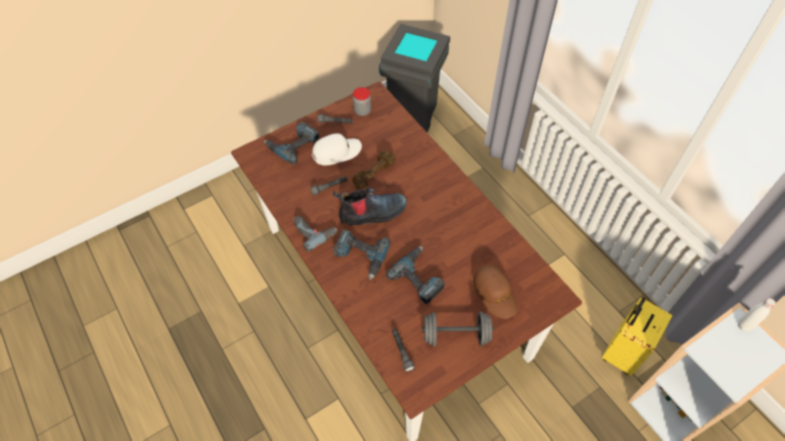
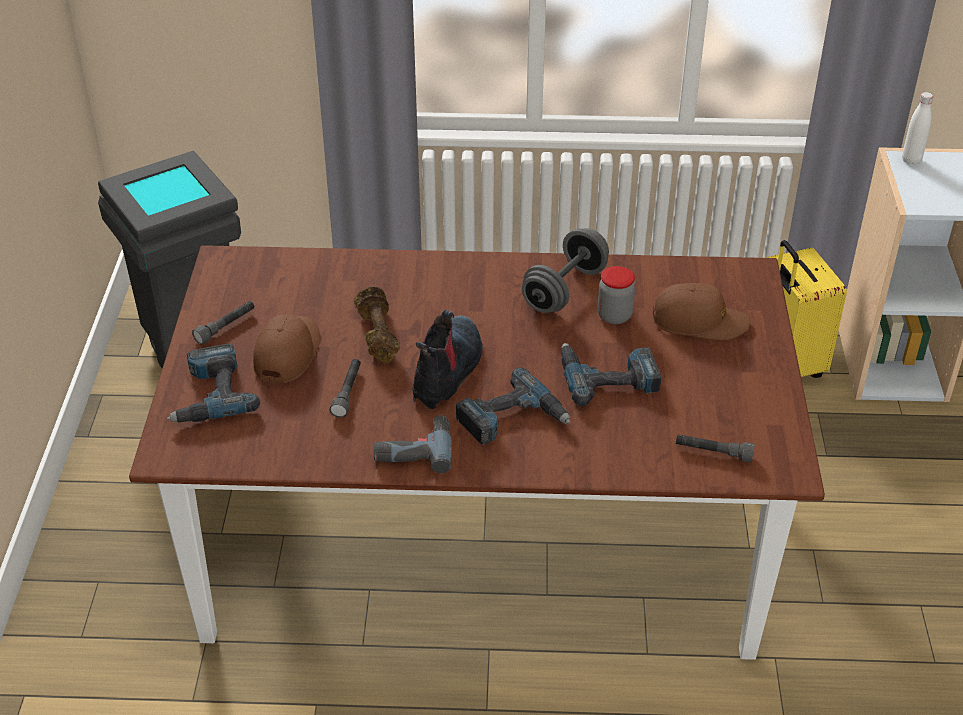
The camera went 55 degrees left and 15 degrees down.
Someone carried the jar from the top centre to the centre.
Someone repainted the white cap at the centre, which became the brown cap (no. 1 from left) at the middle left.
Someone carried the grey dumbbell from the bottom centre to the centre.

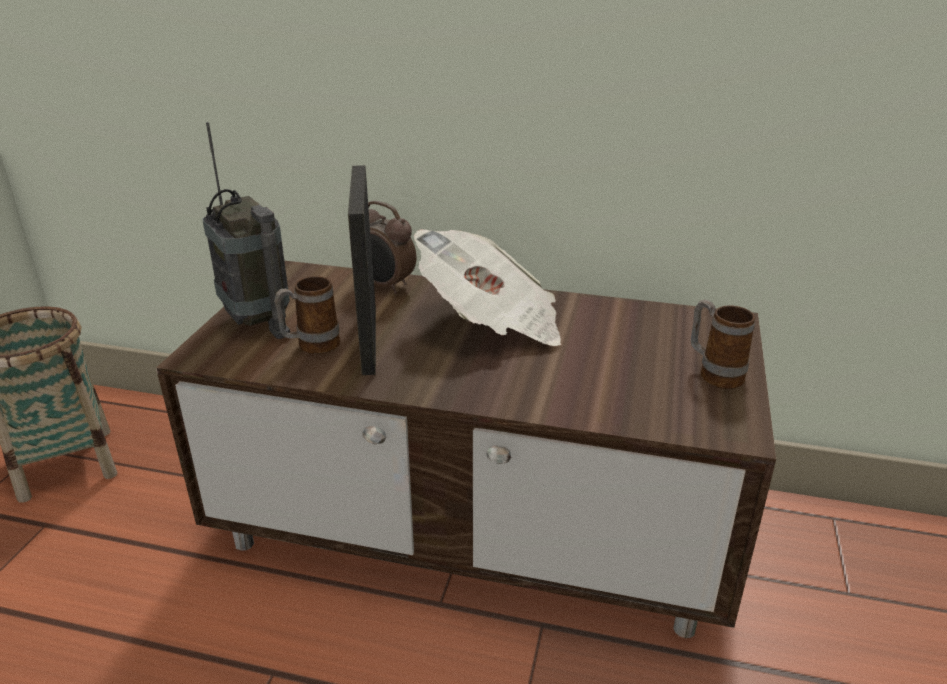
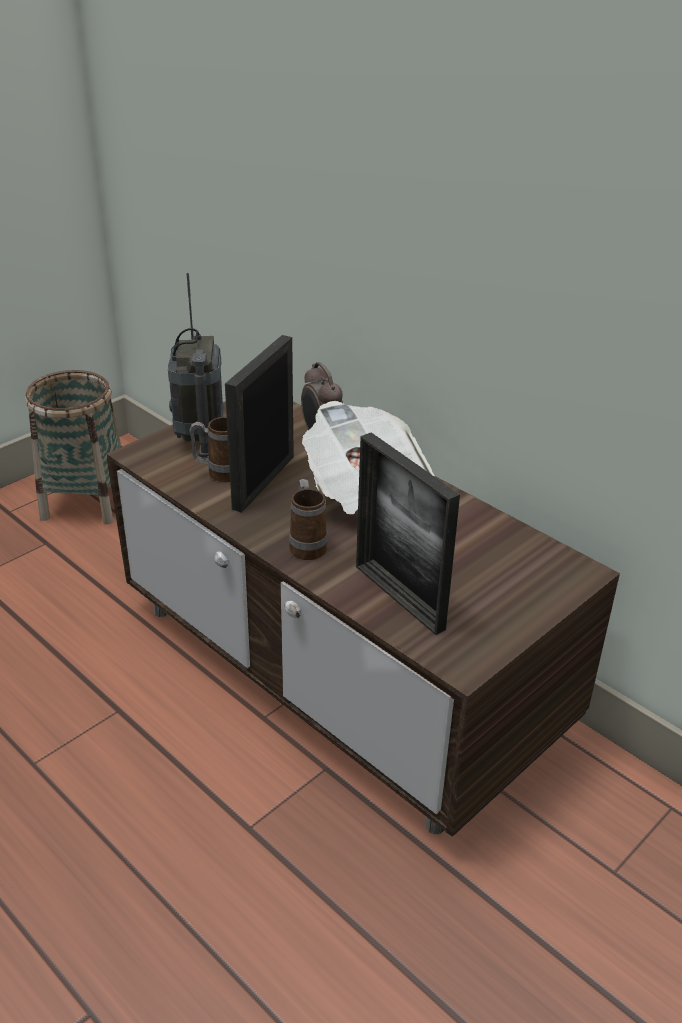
The camera went 30 degrees right and 5 degrees up.
Someone carried the mug (no. 2 from left) from the middle right to the centre.
Someone put down the picture frame (no. 2 from left) at the centre.

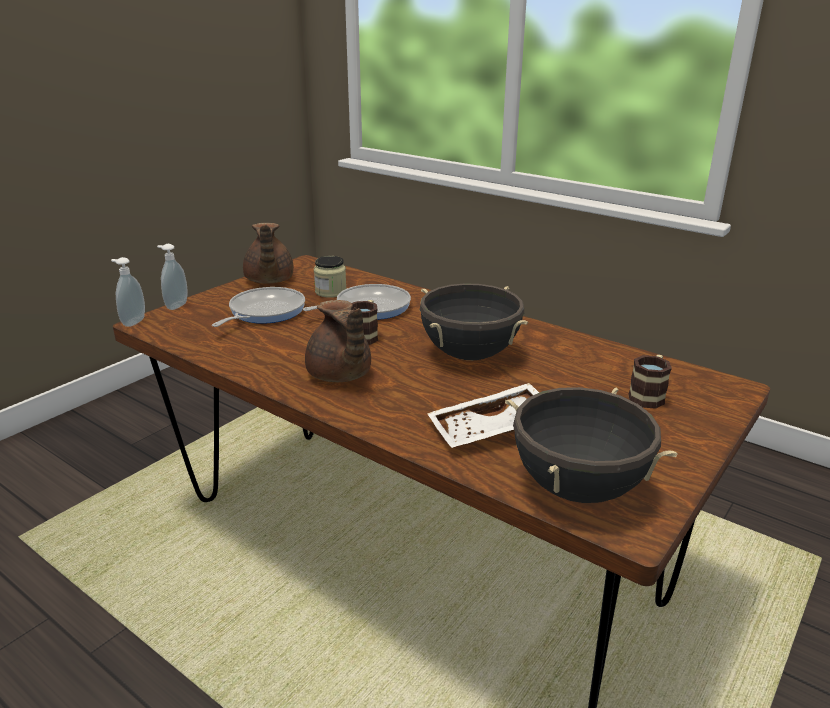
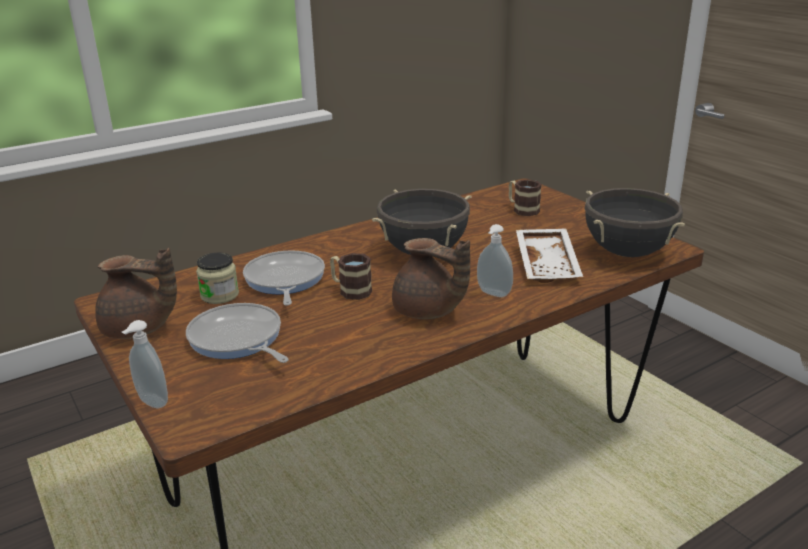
The camera went 70 degrees left and 0 degrees up.
Someone carried the soap dispenser (no. 1 from left in the first image) from the middle left to the centre.
Someone rotated the brown teapot (no. 2 from left) at the centre by 45 degrees clockwise.

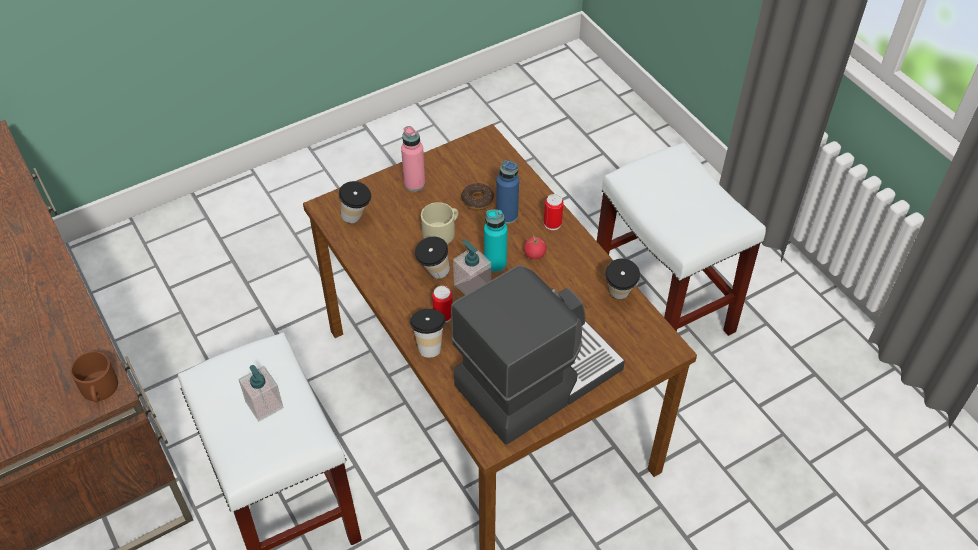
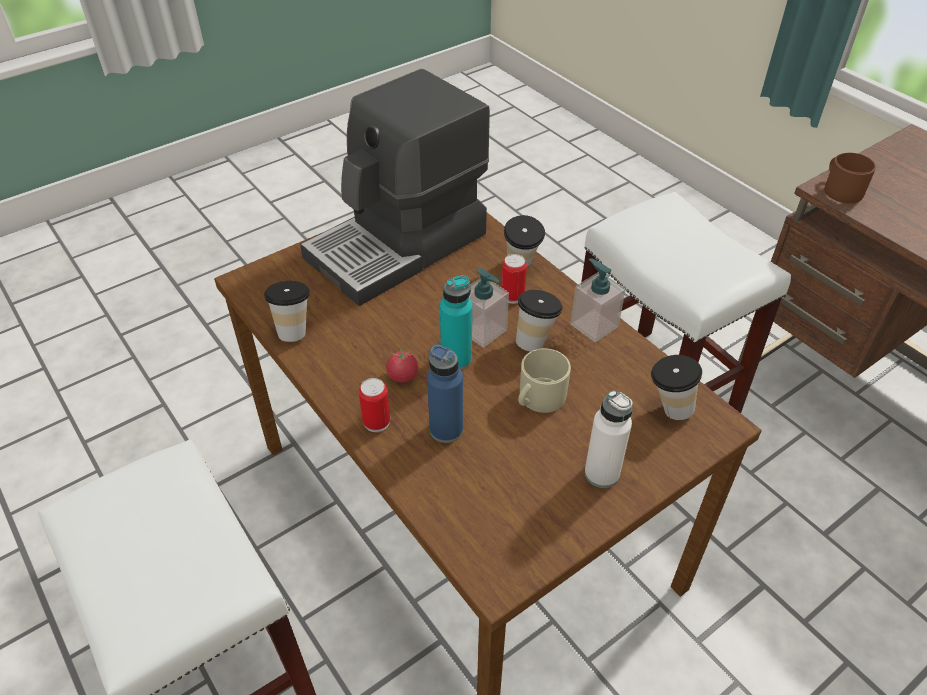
The camera went 175 degrees right and 5 degrees down.
Someone repainted the pink bottle at the top centre, which became the white bottle at the centre.
Someone took away the donut at the centre.
Someone carried the soap dispenser (no. 1 from left in the first image) from the bottom left to the centre.

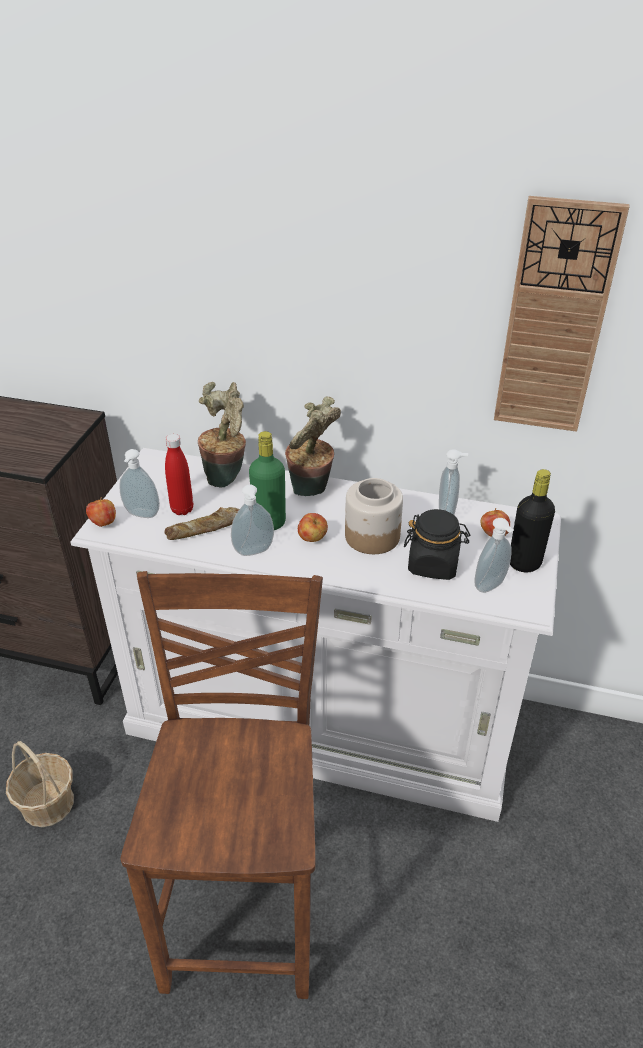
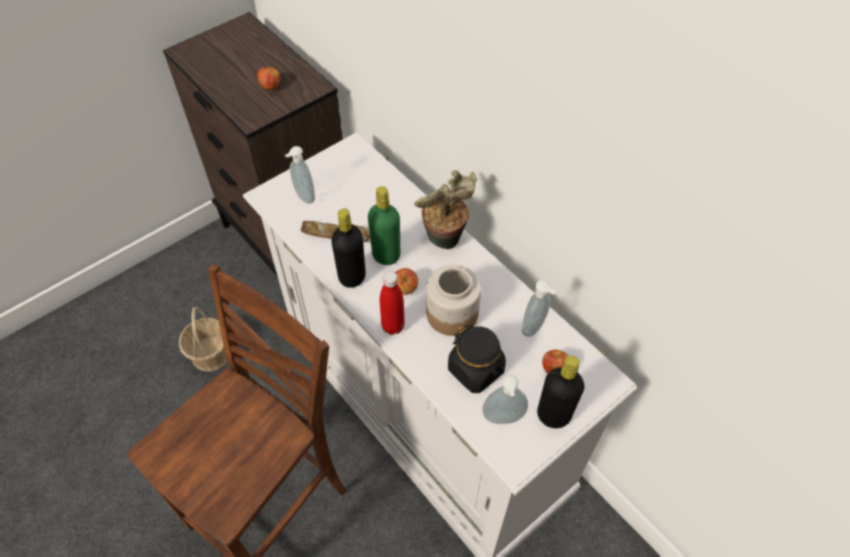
The camera went 35 degrees right and 15 degrees up.
Someone took away the wall clock at the top right.
Someone took away the potted plant (no. 1 from left) at the centre.
Someone carried the red bottle from the middle left to the centre.
Someone swapped the soap dispenser (no. 2 from left) at the centre for the black bottle (no. 1 from left) at the centre.
Someone carried the apple (no. 1 from left) from the middle left to the top left.

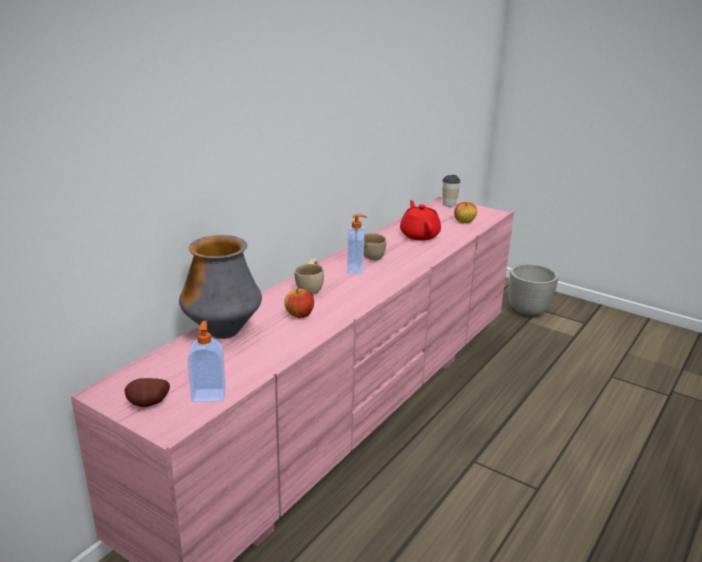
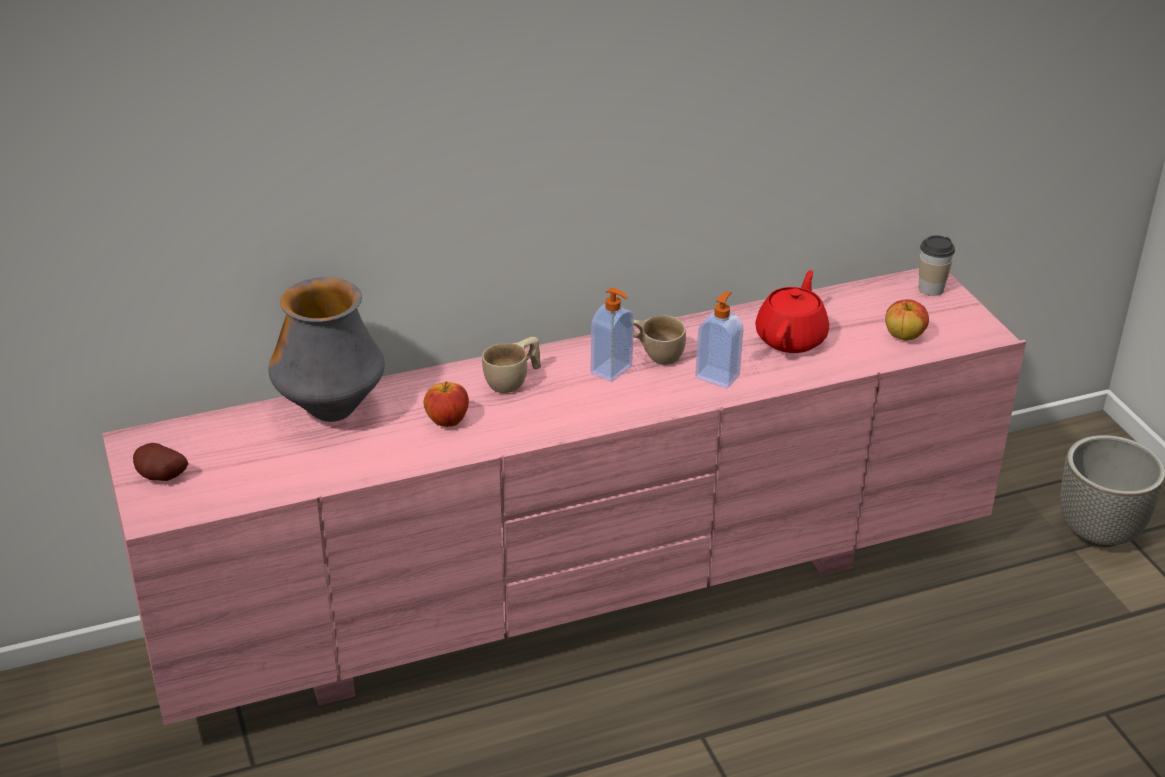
The camera went 35 degrees right and 10 degrees up.
Someone carried the soap dispenser (no. 1 from left in the first image) from the middle left to the centre.

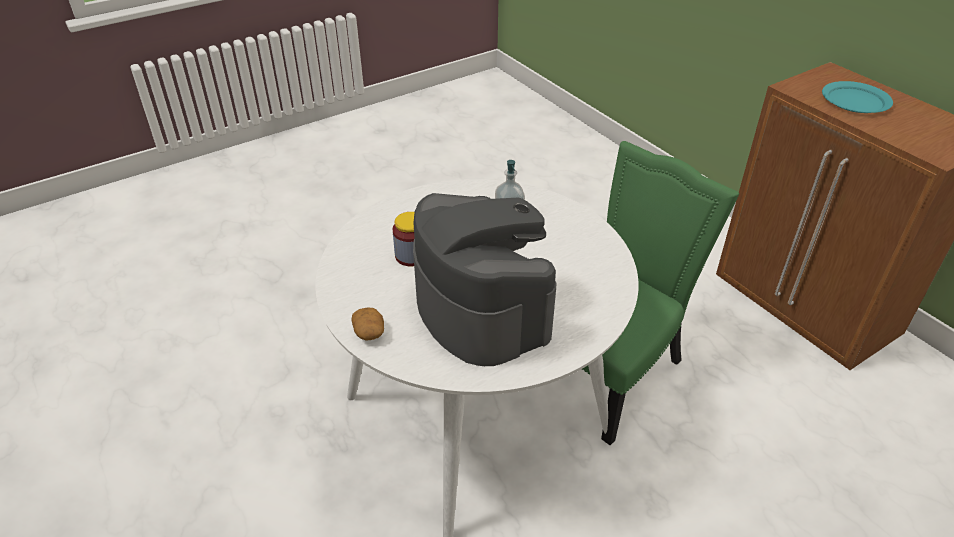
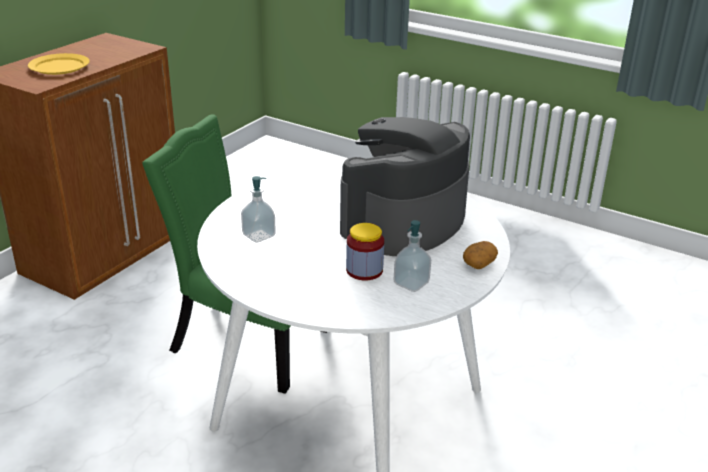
The camera went 115 degrees left and 10 degrees down.
Someone repainted the turquoise plate at the top right, which became the yellow plate at the top left.
Someone put down the soap dispenser (no. 2 from left) at the centre.

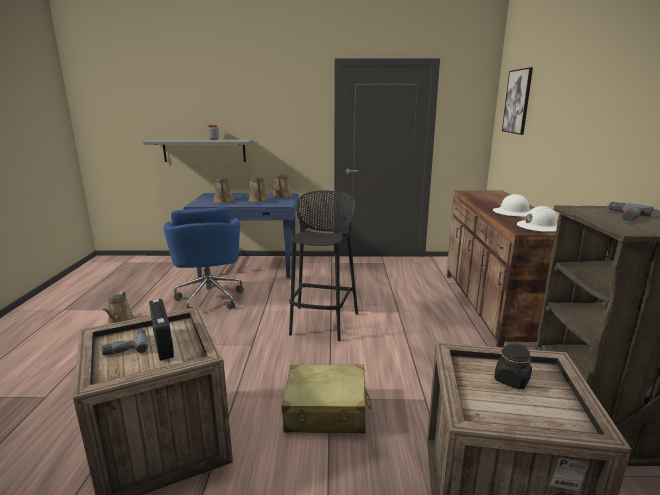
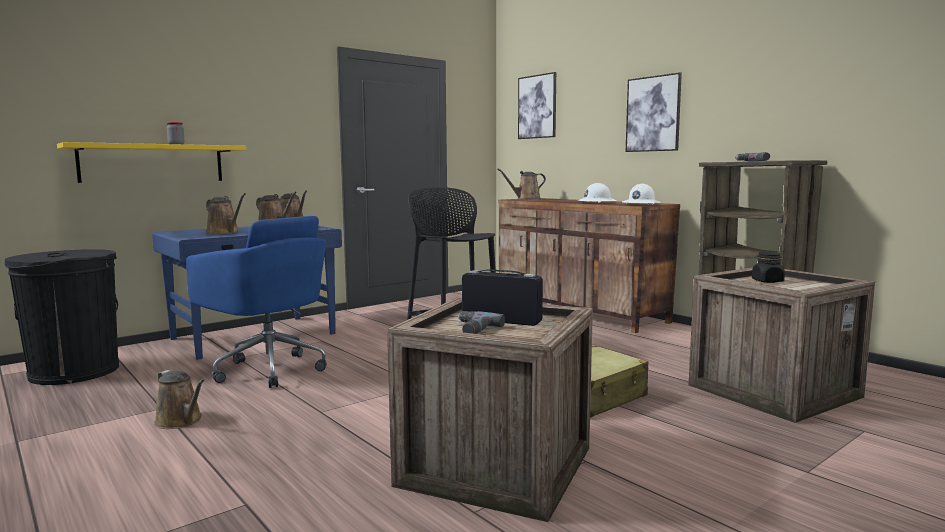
The camera went 40 degrees left and 10 degrees down.
Someone repainted the grey shelf at the top left, which became the yellow shelf at the top left.
Someone put up the picture (no. 2 from left) at the top right.
Someone put down the brown watering can (no. 5 from left) at the centre.
Someone put down the black trash can at the middle left.

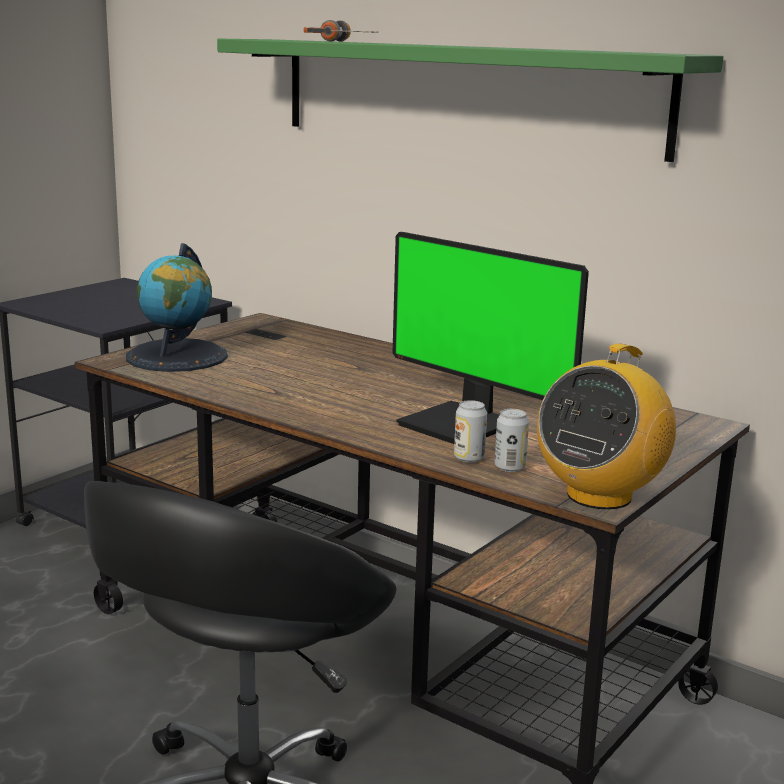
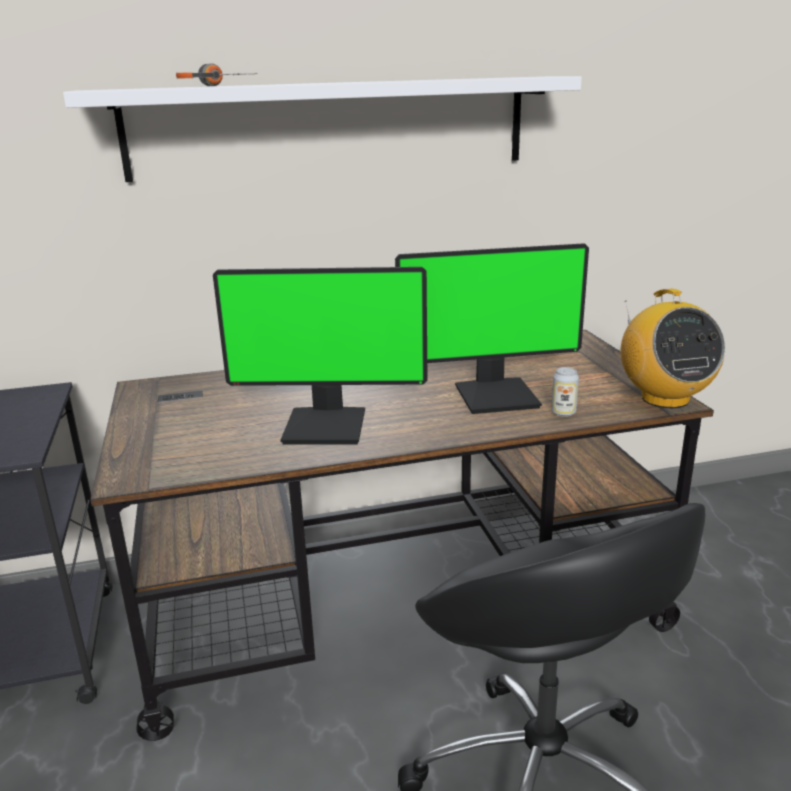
The camera went 50 degrees left and 5 degrees up.
Someone repainted the green shelf at the top centre, which became the white shelf at the top centre.
Someone took away the globe at the middle left.
Someone took away the can (no. 2 from left) at the centre.
Someone put down the monitor (no. 1 from left) at the centre.

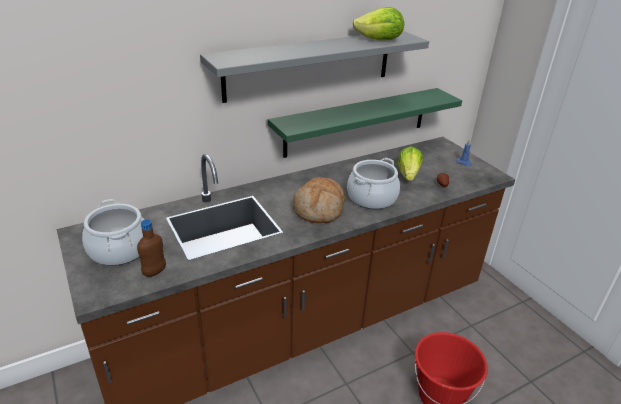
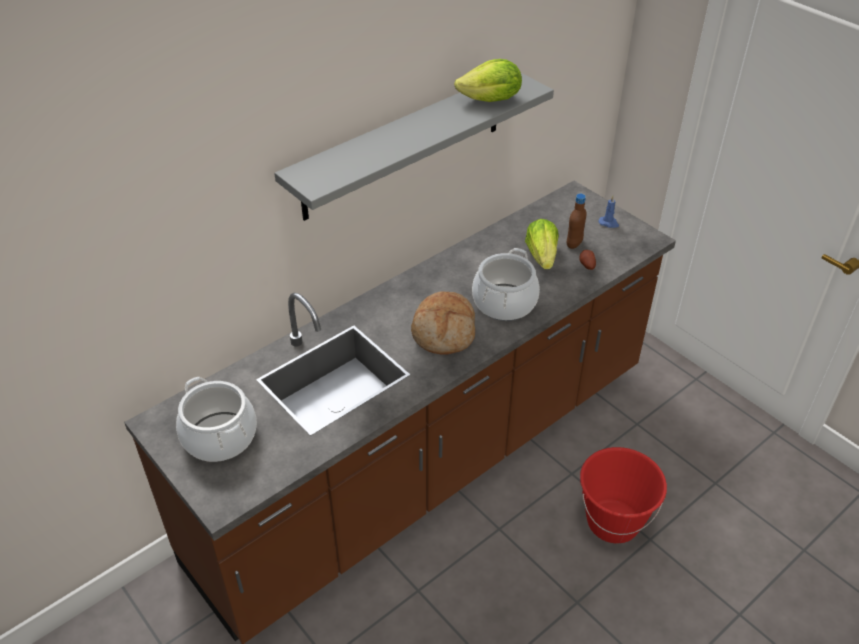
The camera went 10 degrees left and 10 degrees up.
Someone took away the green shelf at the top centre.
Someone carried the brown bottle from the middle left to the middle right.

